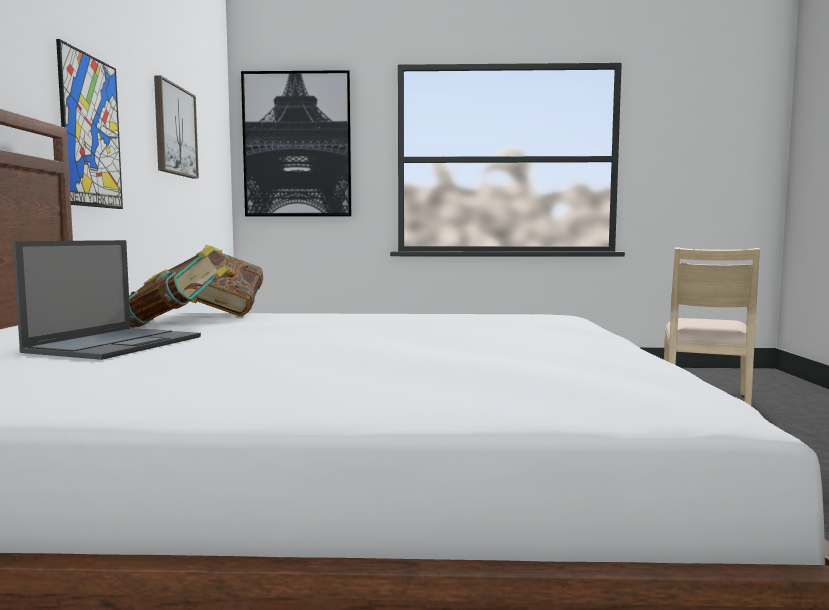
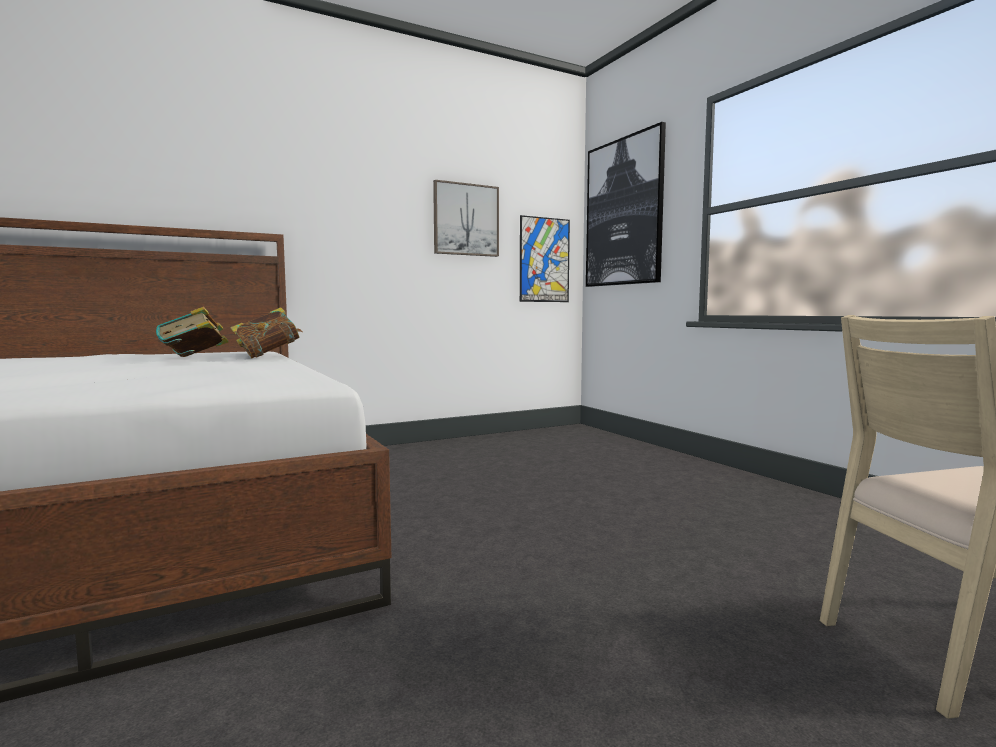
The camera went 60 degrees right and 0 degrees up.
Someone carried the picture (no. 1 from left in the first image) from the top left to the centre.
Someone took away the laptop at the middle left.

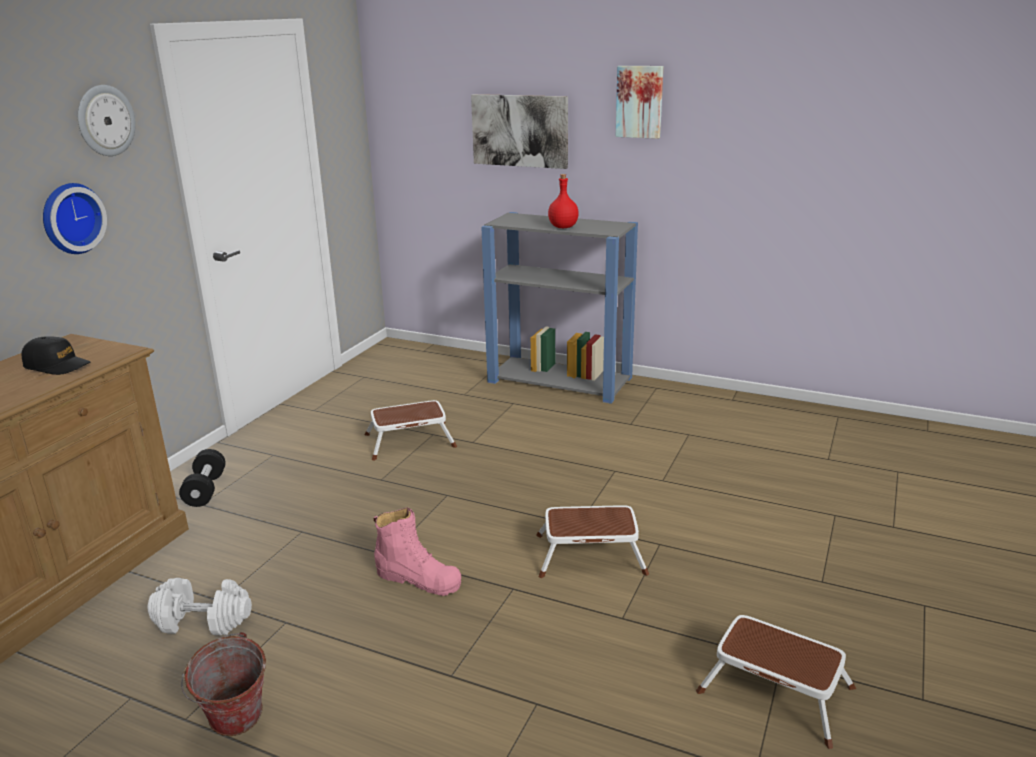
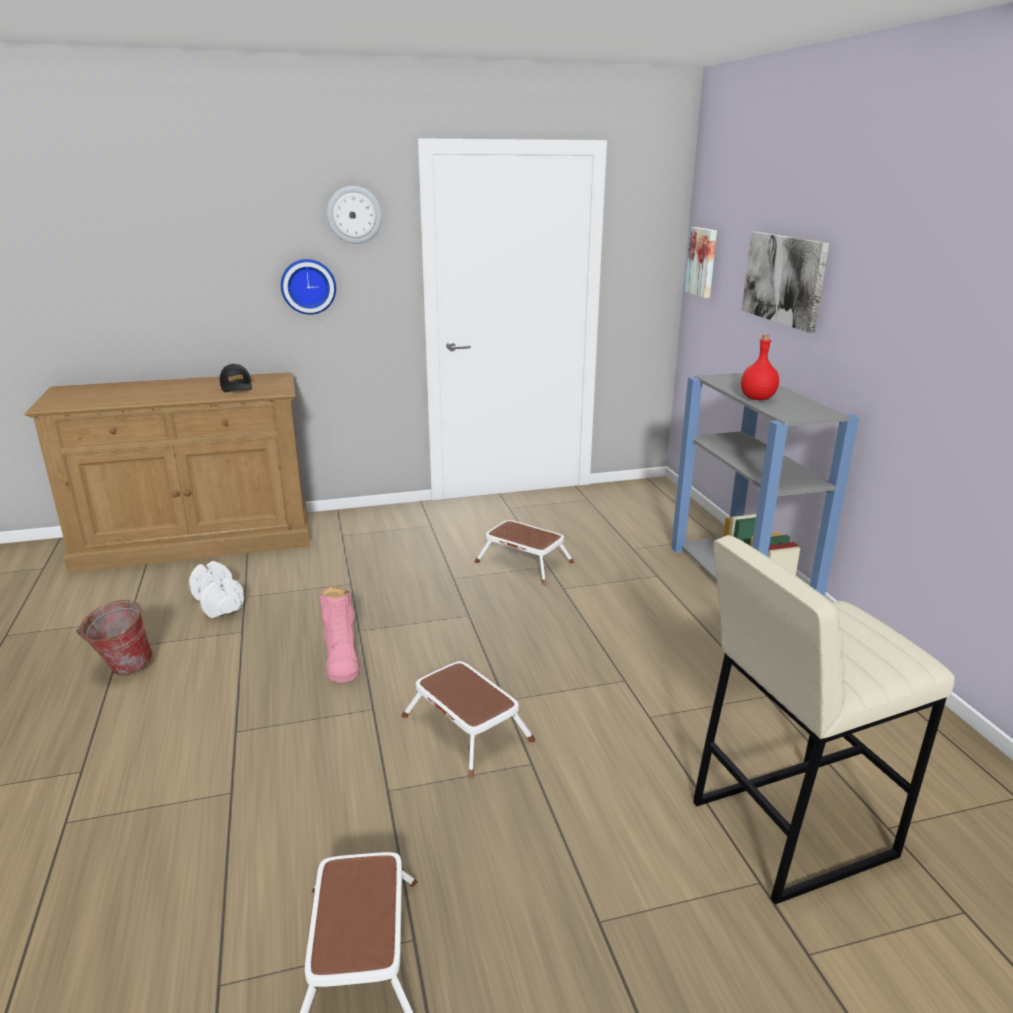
The camera went 50 degrees right and 0 degrees up.
Someone carried the picture (no. 2 from left in the first image) from the top centre to the top right.
Someone took away the black dumbbell at the middle left.
Someone put down the beige stool at the bottom right.

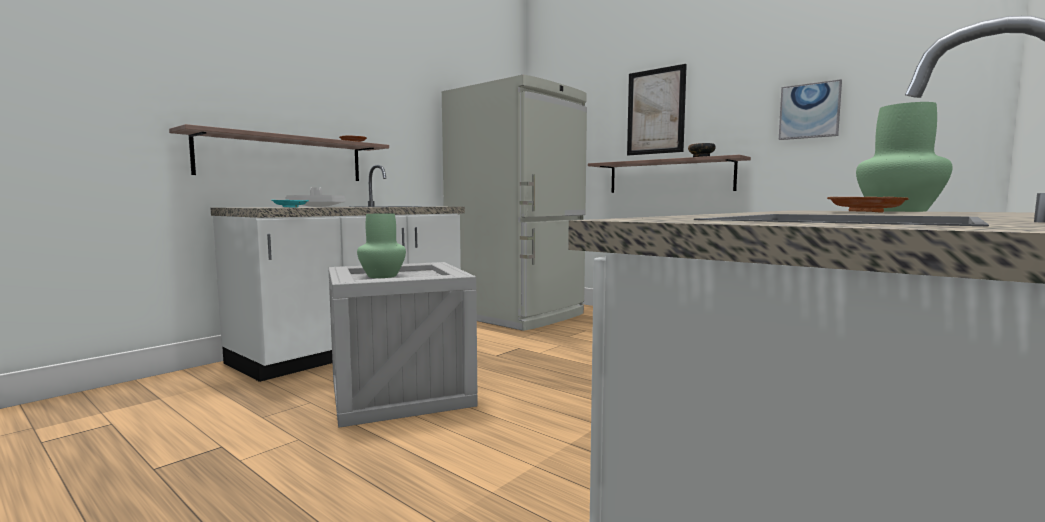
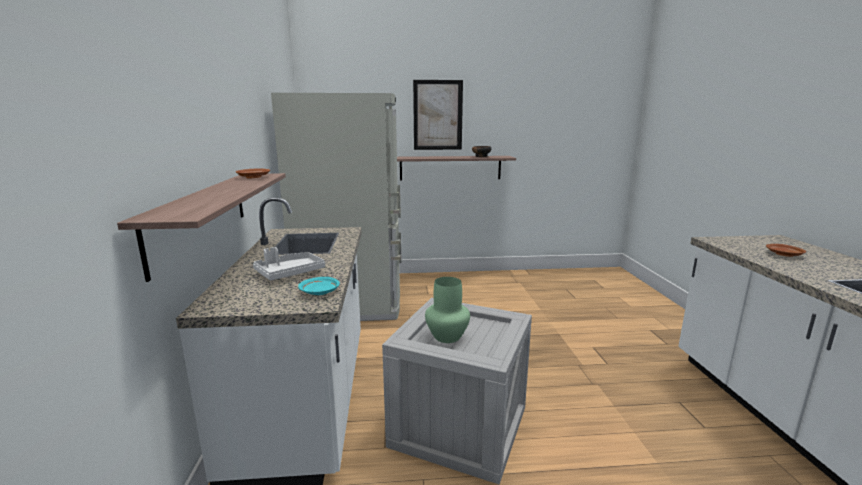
The camera went 45 degrees left and 10 degrees up.
Someone took away the picture (no. 2 from left) at the top right.
Someone took away the green vase (no. 2 from left) at the top right.

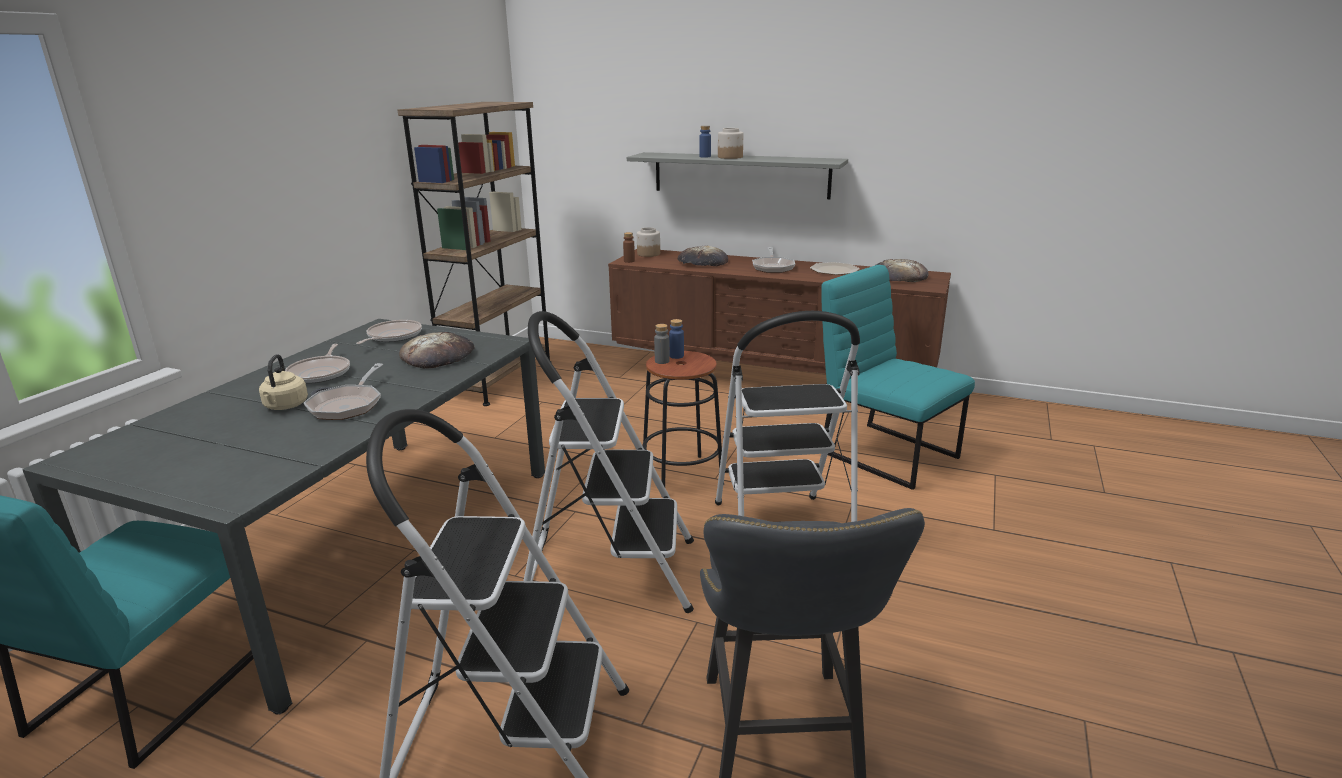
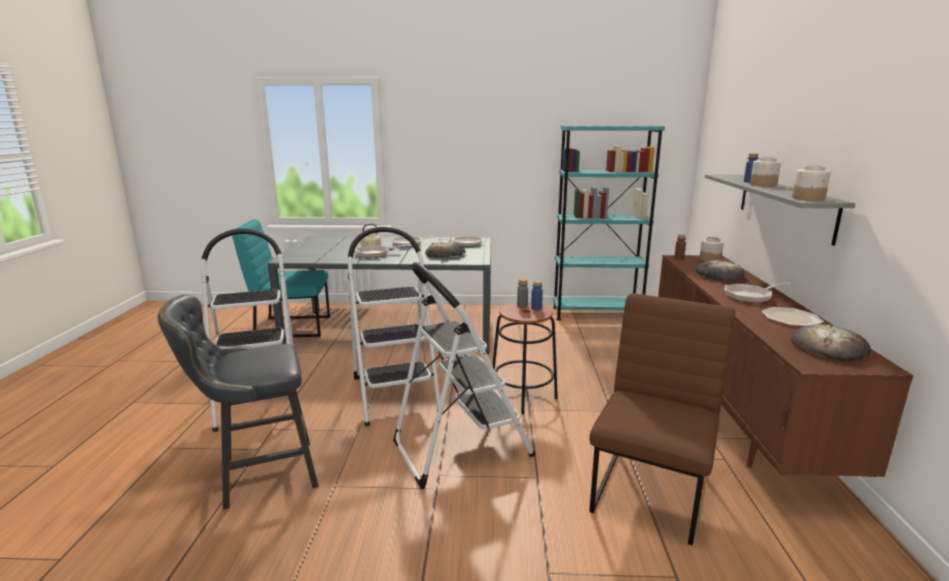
The camera went 70 degrees right and 5 degrees down.
Someone repainted the brown bookcase at the top centre, which became the turquoise bookcase at the centre.
Someone repainted the turquoise chair (no. 2 from left) at the middle right, which became the brown chair at the bottom right.
Someone put down the jar (no. 3 from left) at the top right.

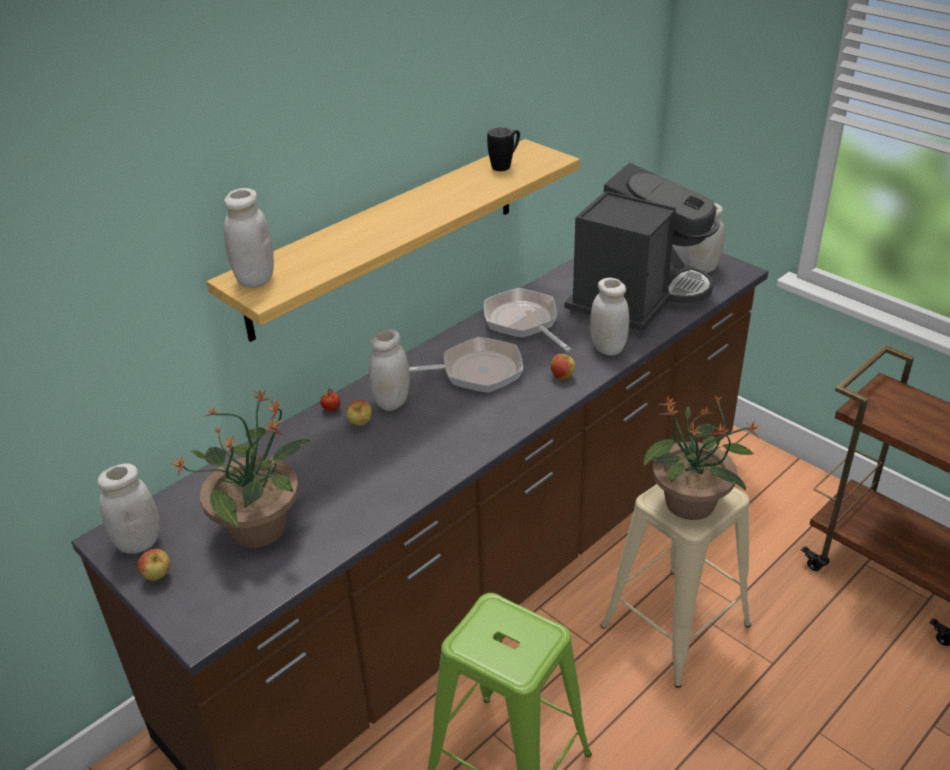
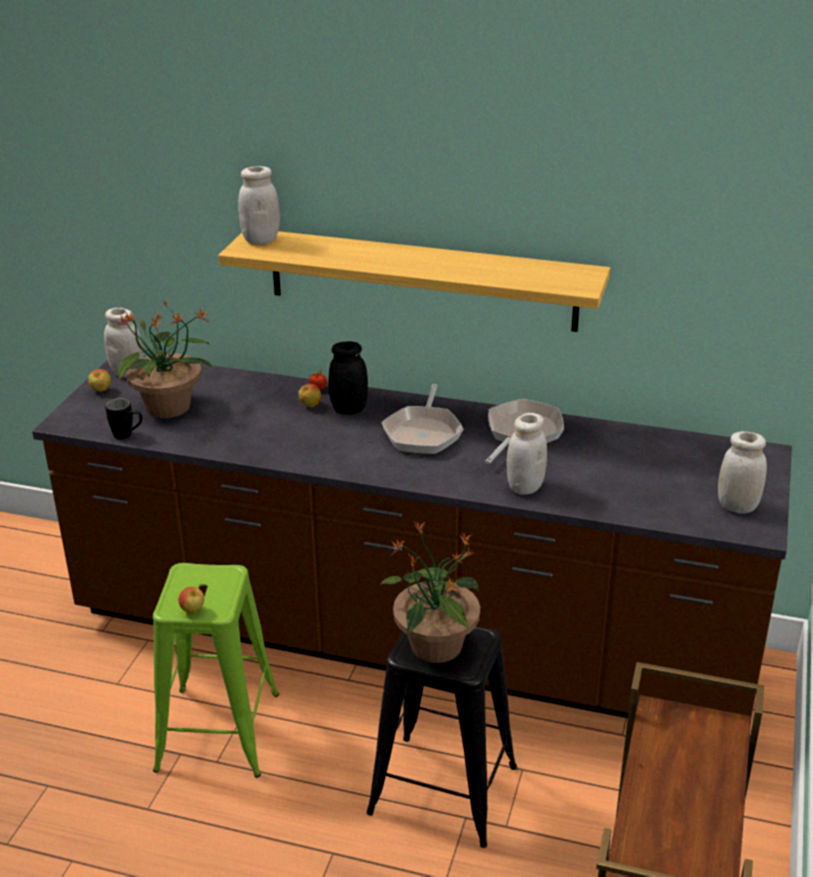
The camera went 60 degrees right and 5 degrees down.
Someone carried the black mug from the top centre to the middle left.
Someone took away the coffee machine at the top right.
Someone repainted the white jar (no. 3 from left) at the centre, which became the black jar at the centre.
Someone rotated the frying pan (no. 1 from left) at the centre by 45 degrees clockwise.
Someone carried the apple (no. 3 from left in the first image) from the centre to the bottom left.
Someone repainted the beige stool at the bottom right, which became the black stool at the bottom centre.

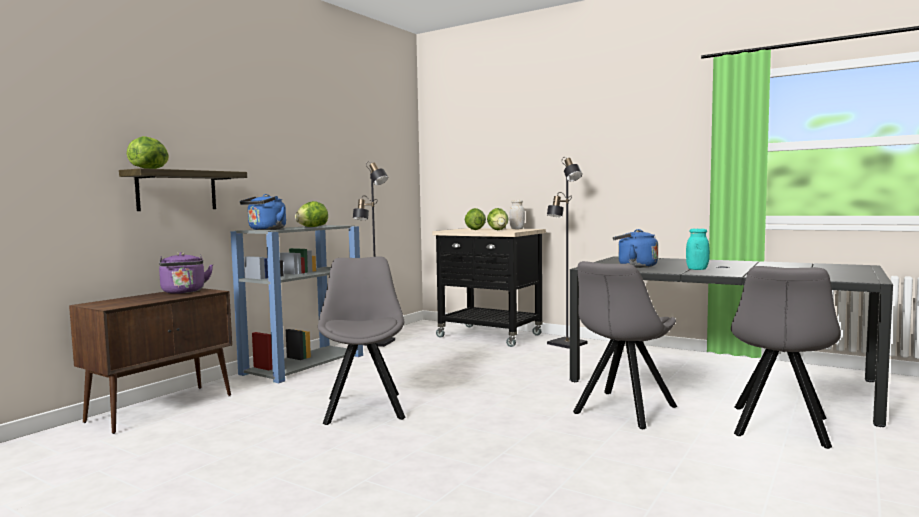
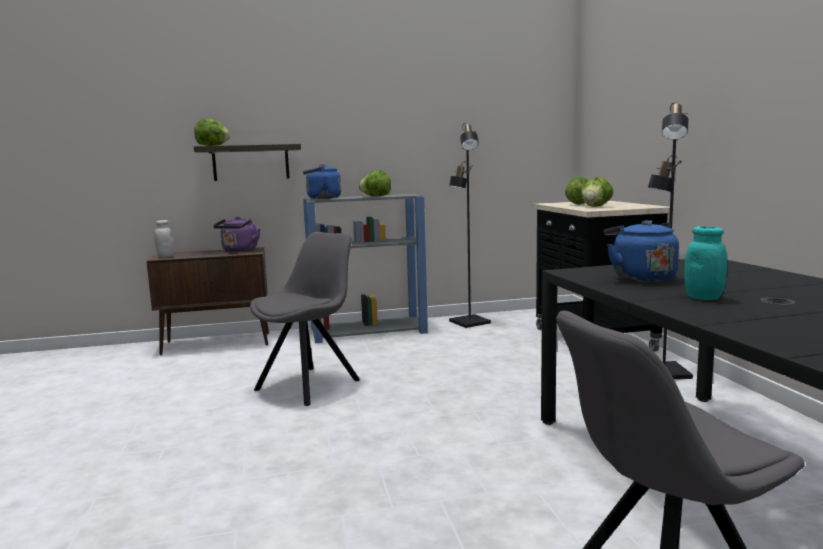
The camera went 45 degrees right and 5 degrees up.
Someone carried the white jar from the centre to the middle left.
Someone took away the grey chair (no. 2 from left) at the bottom right.

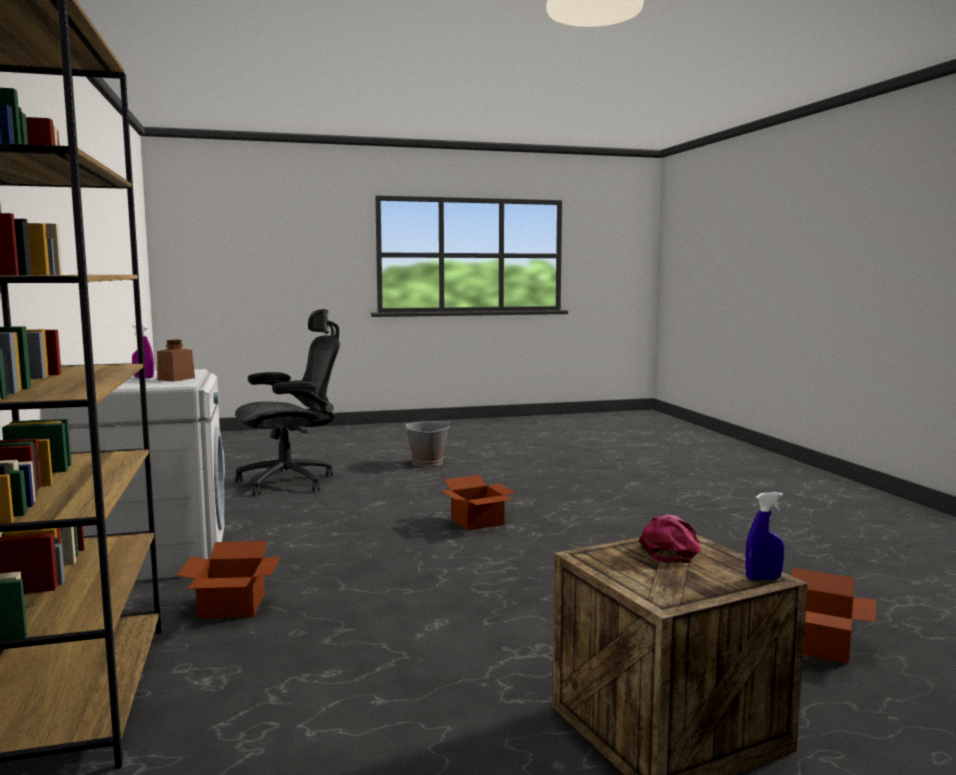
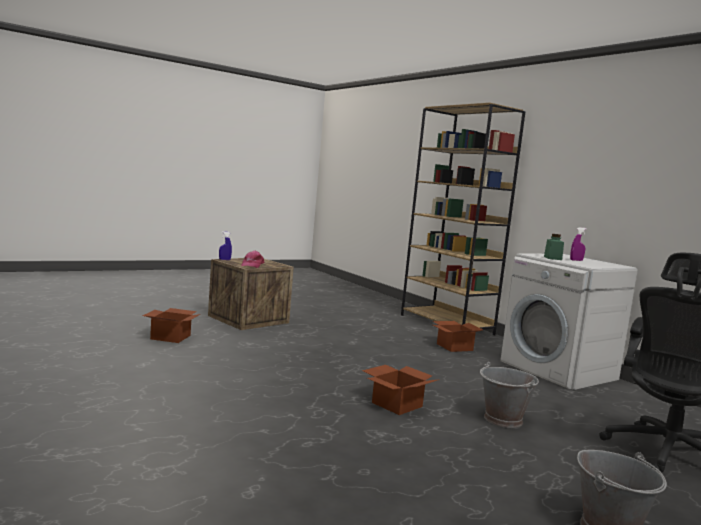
The camera went 160 degrees right and 0 degrees up.
Someone repainted the brown jar at the middle left, which became the green jar at the middle right.
Someone put down the grey bucket (no. 1 from left) at the bottom right.

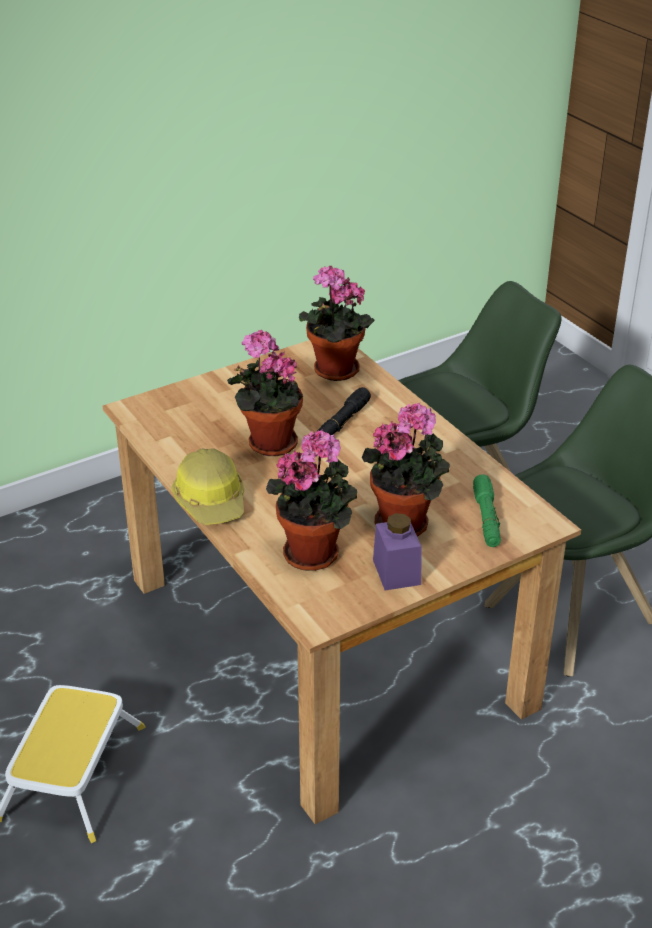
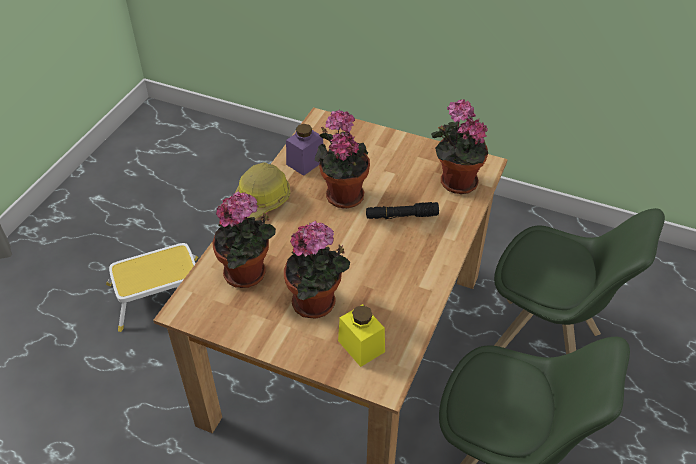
The camera went 55 degrees right and 10 degrees up.
Someone swapped the green flashlight at the middle right for the yellow jar at the bottom centre.
Someone carried the purple jar from the centre to the top centre.

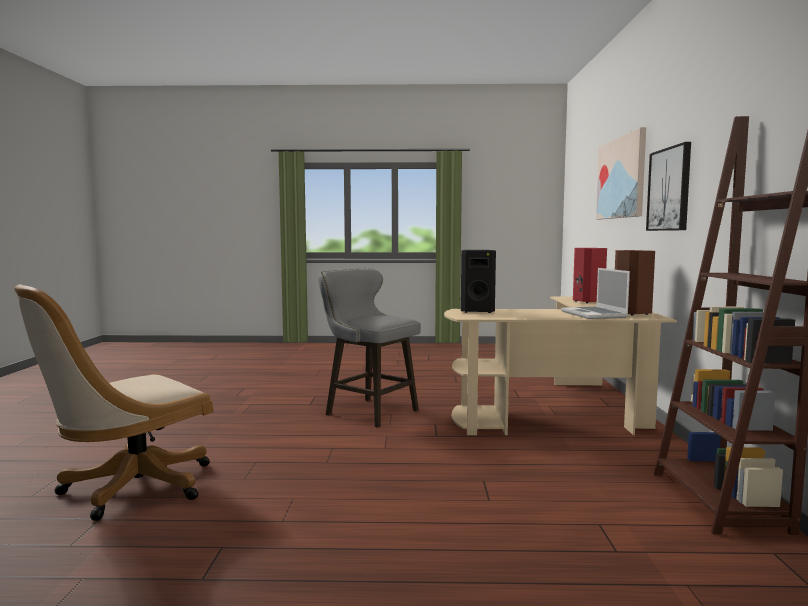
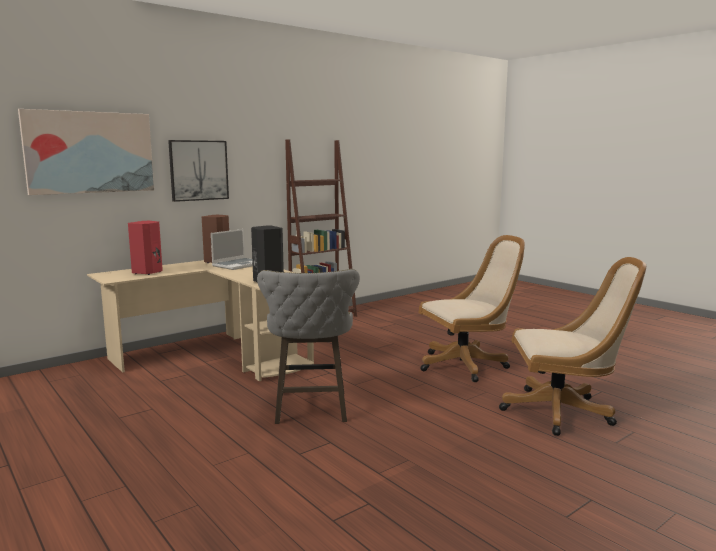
The camera went 130 degrees left and 5 degrees up.
Someone put down the office chair (no. 1 from left) at the centre.

